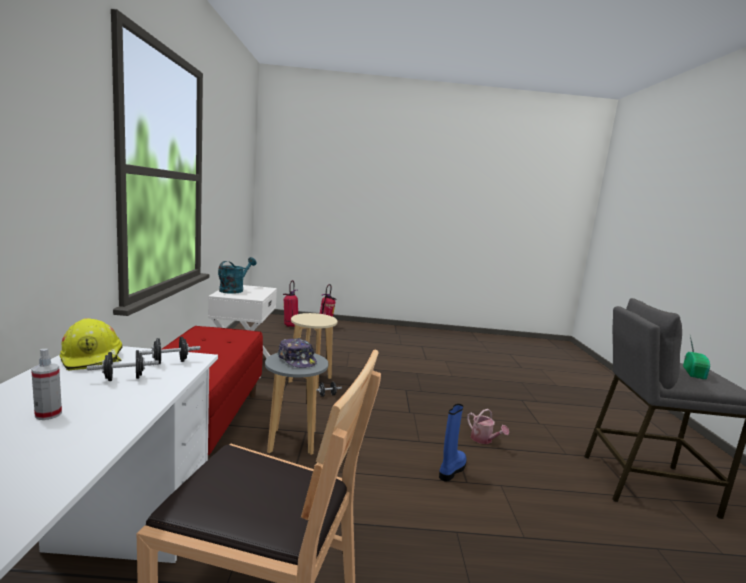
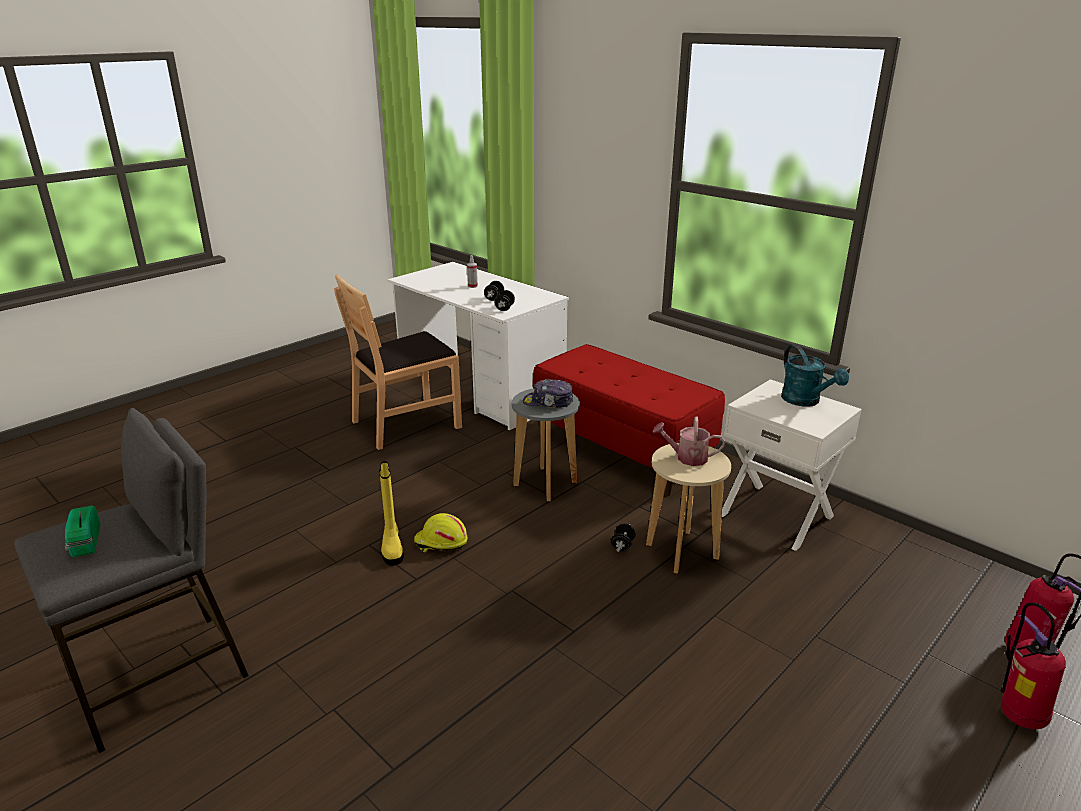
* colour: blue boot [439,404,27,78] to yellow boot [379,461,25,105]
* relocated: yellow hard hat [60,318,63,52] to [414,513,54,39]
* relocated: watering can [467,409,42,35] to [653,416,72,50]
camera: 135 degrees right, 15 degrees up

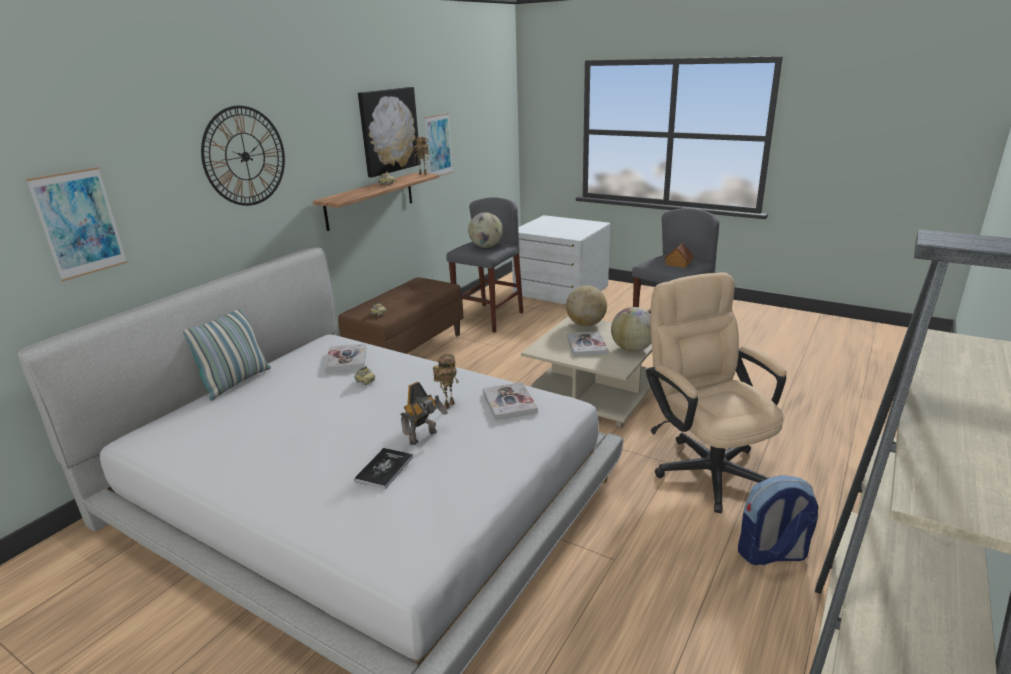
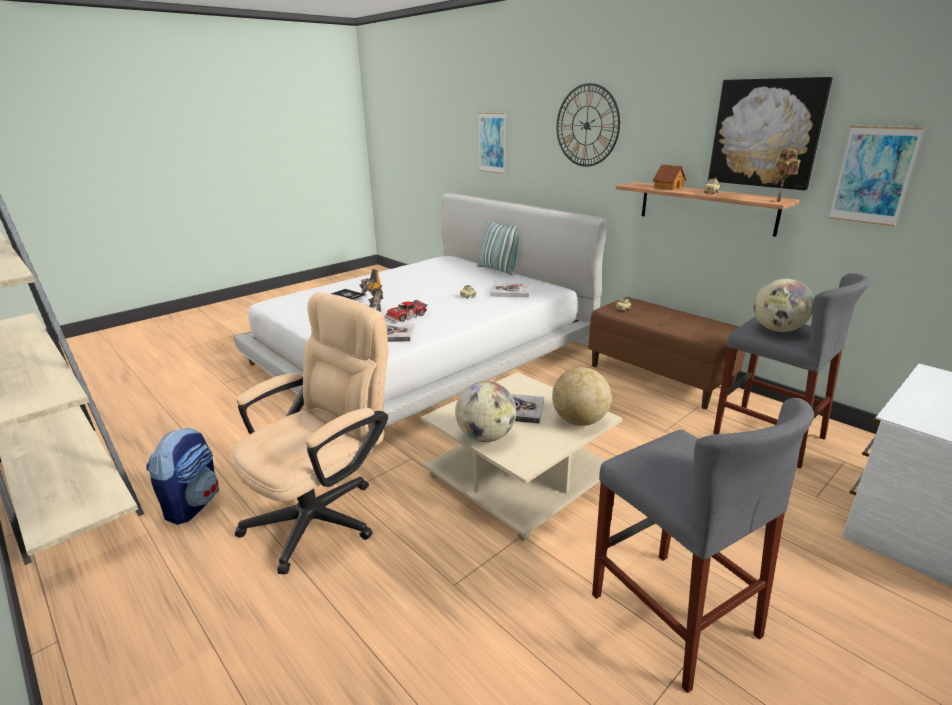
* spun: beige office chair [646,272,141,241] = [231,292,157,282] 45 degrees counterclockwise
* exchanged: toy robot [433,354,26,55] to toy car [385,300,43,23]
* relocated: toy house [664,243,30,25] to [653,164,33,26]
camera: 105 degrees right, 0 degrees up

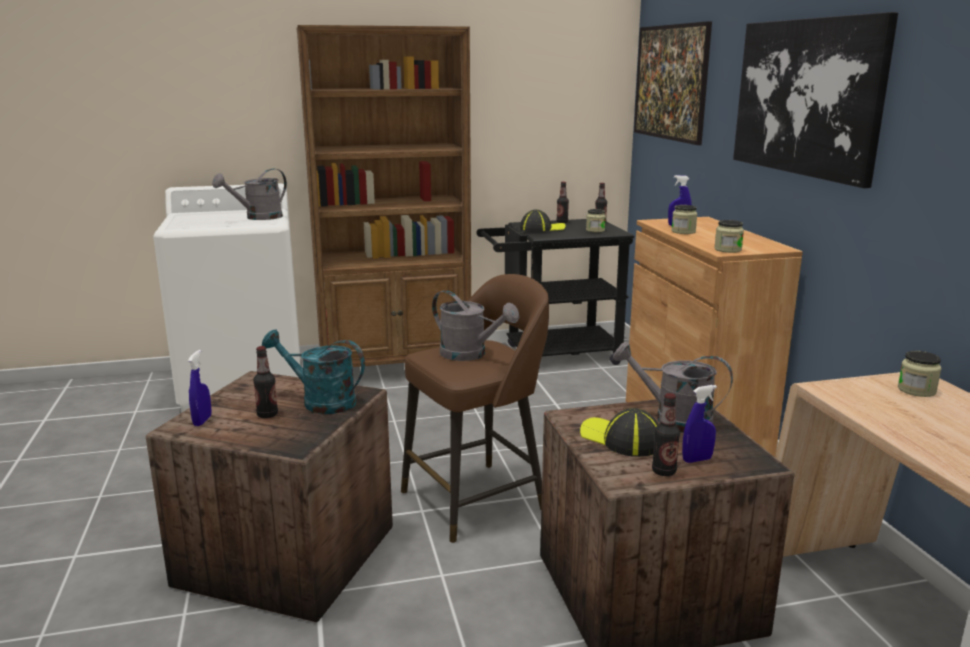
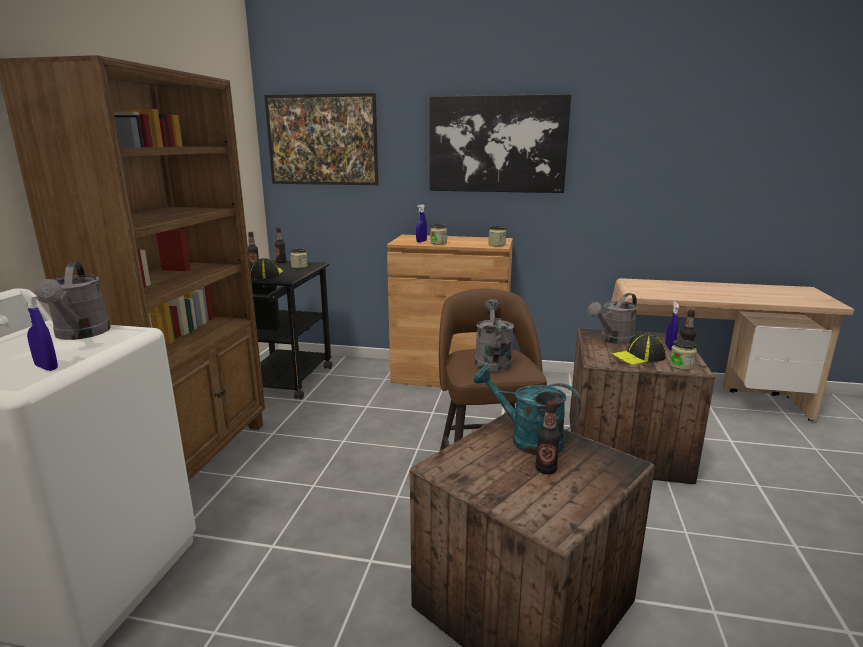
* relocated: blue spray bottle [188,350,23,76] to [20,290,38,81]
* spun: turquoise watering can [262,330,103,84] = [473,366,108,89] 75 degrees clockwise
* spun: grey watering can [432,290,87,71] = [475,299,39,73] 60 degrees counterclockwise
* relocated: jar [898,351,44,46] to [669,340,28,30]
camera: 65 degrees left, 0 degrees up

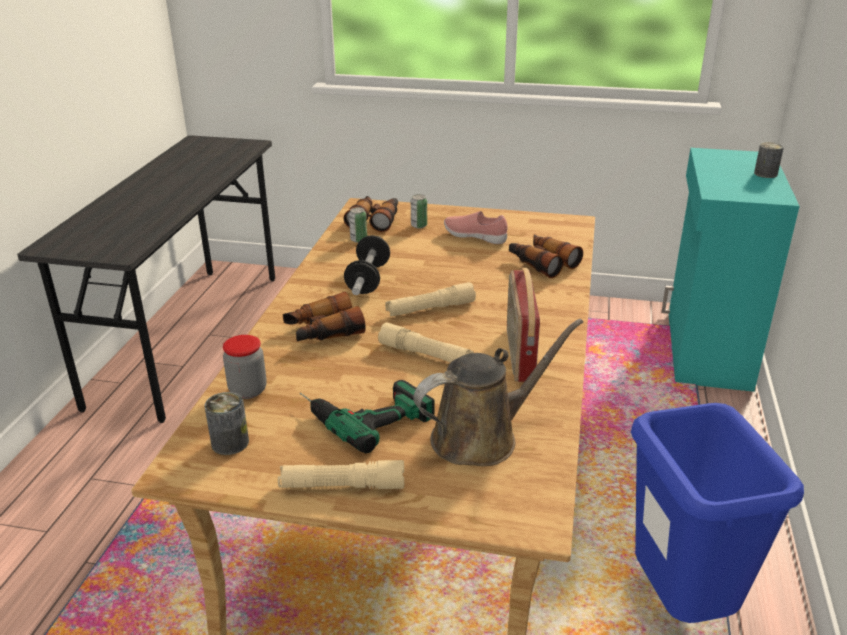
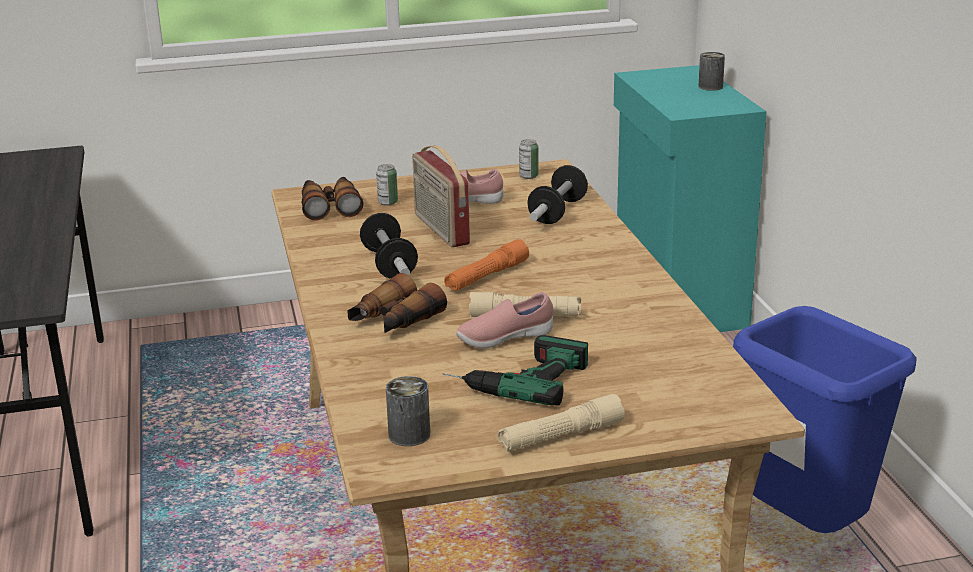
* relocated: radio [507,268,33,114] to [412,145,58,102]
* colour: beige flashlight [385,282,91,34] to orange flashlight [444,239,85,52]
* appeared: pink shoe [456,292,97,56]
* relocated: can [349,207,18,36] to [519,139,20,40]
* exchanged: binoculars [509,235,74,43] to dumbbell [527,165,61,59]
* missing: jar [223,335,44,64]
* missing: brown watering can [413,319,170,148]
camera: 25 degrees left, 5 degrees down

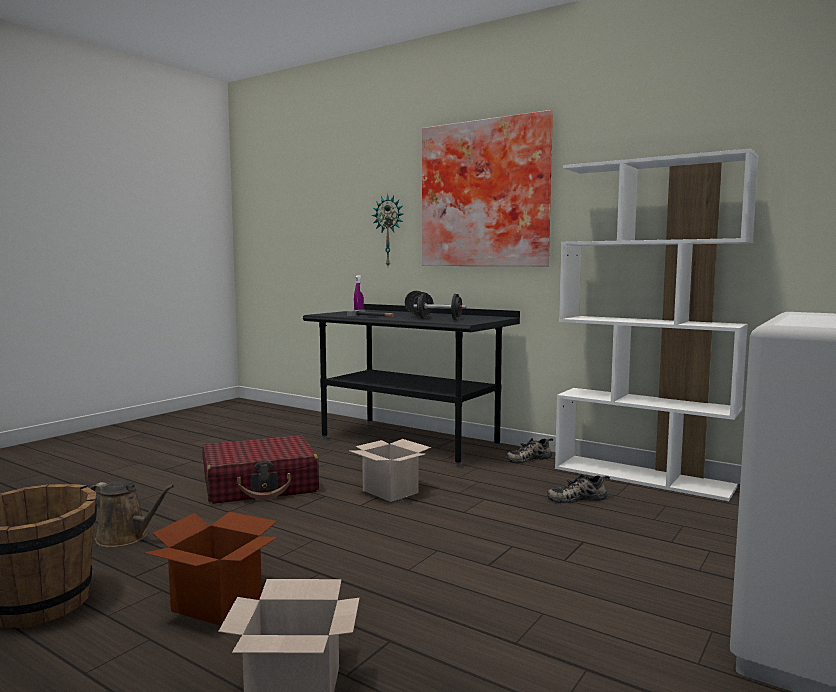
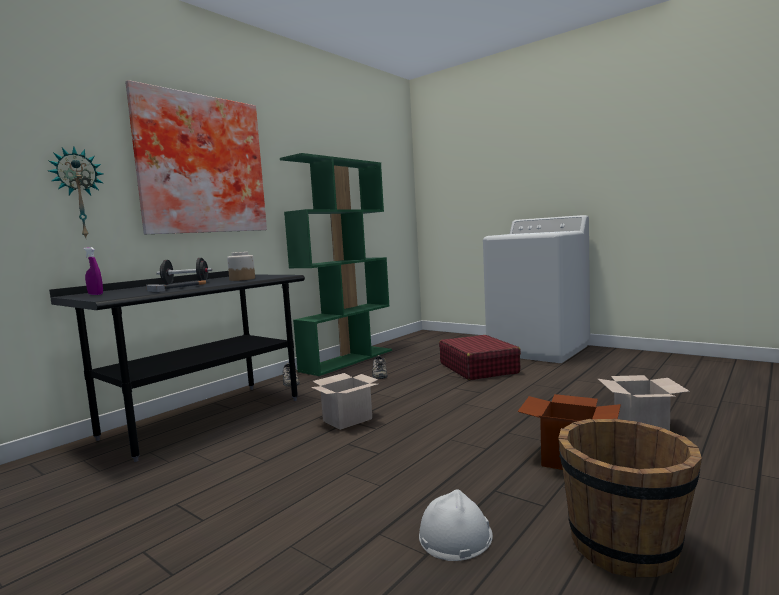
* exchanged: black dumbbell [413,293,53,27] to jar [227,252,28,29]
* colour: white bookcase [555,148,204,353] to green bookcase [280,153,112,223]
* exchanged: brown watering can [90,481,84,66] to white hard hat [419,489,74,72]
* relocated: red suitcase [202,435,117,69] to [439,335,82,45]
camera: 85 degrees left, 0 degrees up

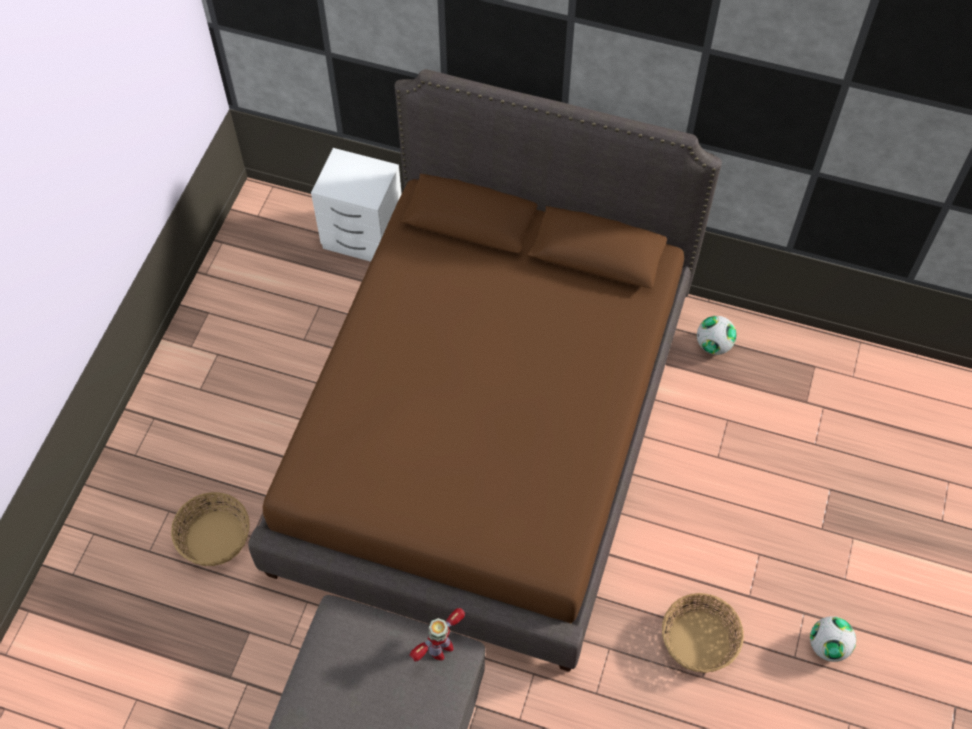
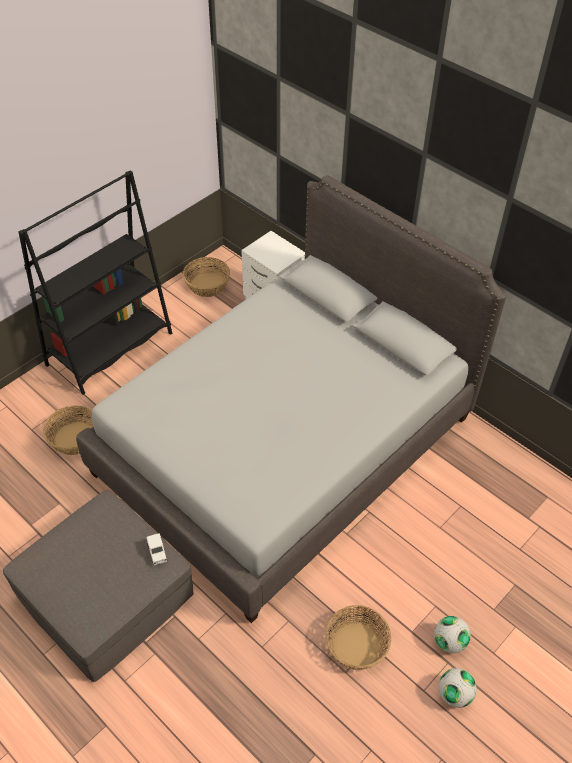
* appeared: black bookcase [19,171,153,224]
* colour: brown bed [248,69,474,603] to grey bed [76,175,431,448]
* exchanged: toy robot [409,608,56,54] to white toy car [146,533,21,32]
* appeared: basket [183,257,47,40]
* relocated: football [697,316,39,39] to [434,616,37,37]
camera: 25 degrees right, 10 degrees down

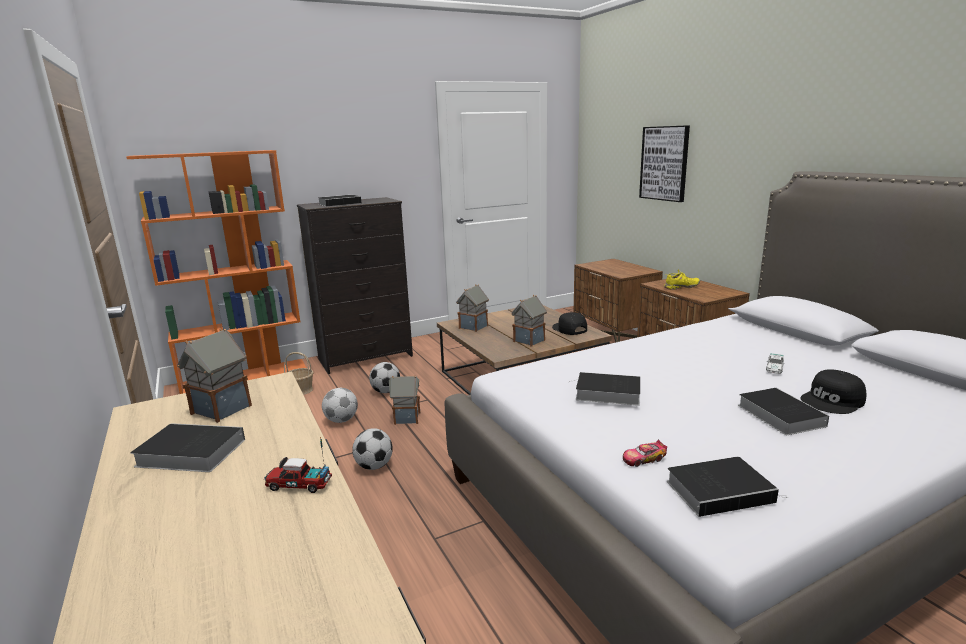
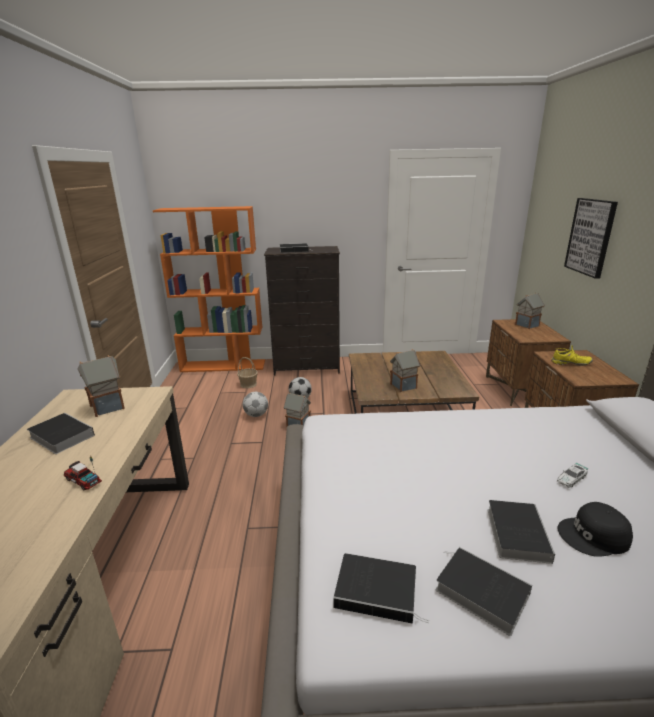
* relocated: book [569,372,71,34] to [436,547,96,89]
* relocated: toy house [456,285,33,47] to [515,293,30,36]
* missing: football [352,428,41,42]
* missing: black cap [552,312,35,23]
* missing: toy car [623,440,44,27]
camera: 25 degrees right, 5 degrees up

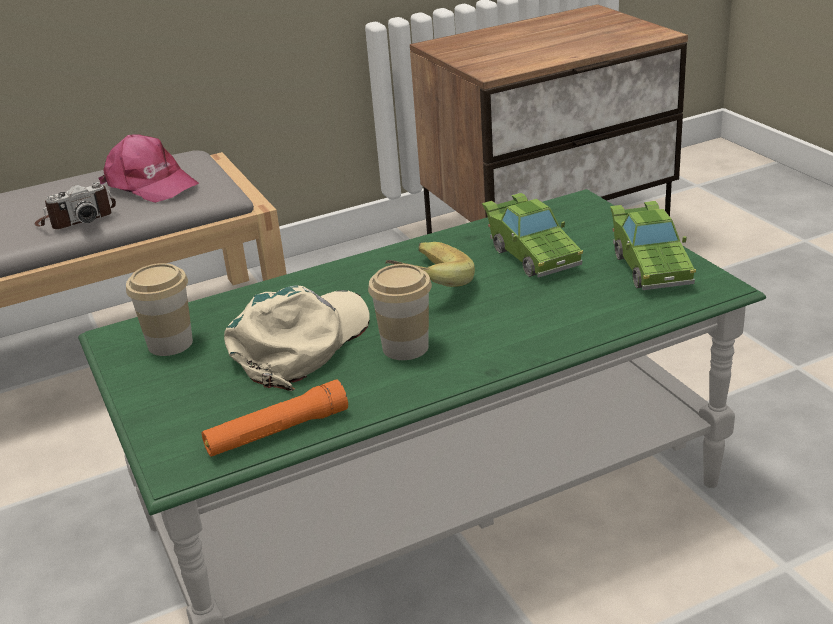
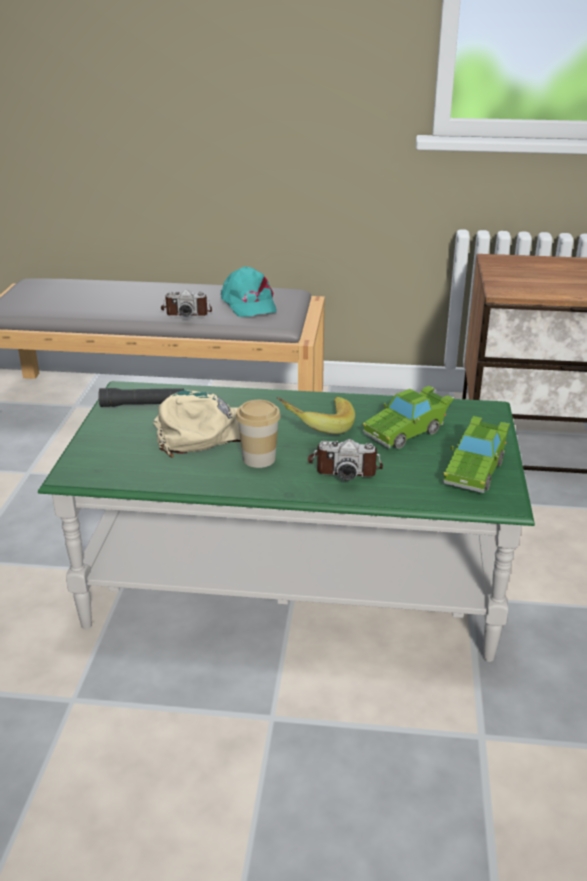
* exchanged: cup [126,263,67,93] to black flashlight [98,388,86,19]
* colour: pink cap [99,134,100,69] to turquoise cap [221,266,55,51]
* appeared: photo camera [308,439,75,41]
* spun: green toy car [482,193,101,85] = [363,386,91,63] 45 degrees clockwise
* missing: orange flashlight [202,380,146,77]
camera: 30 degrees right, 0 degrees up

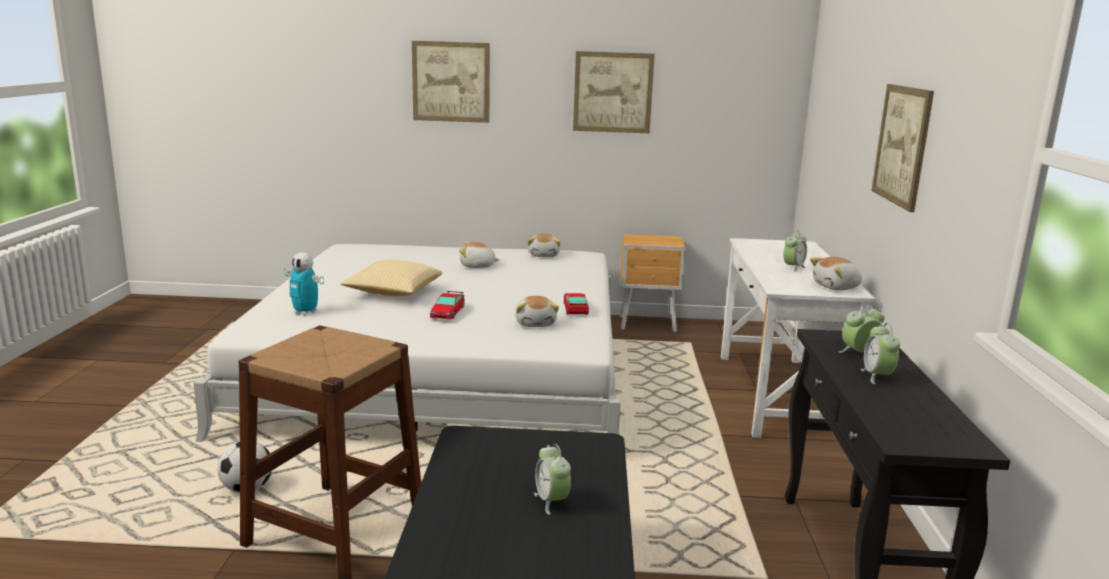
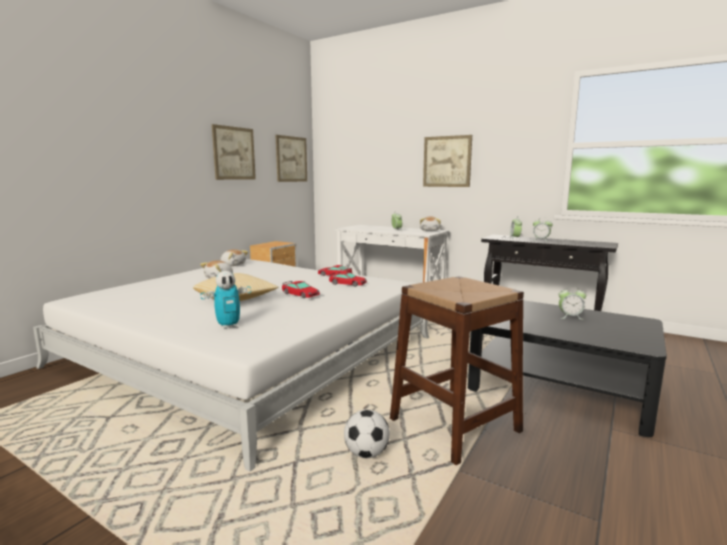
* relocated: picture [412,41,78,82] to [276,135,31,47]
* exchanged: plush toy [515,296,44,31] to toy car [329,272,38,15]
camera: 60 degrees left, 5 degrees down

